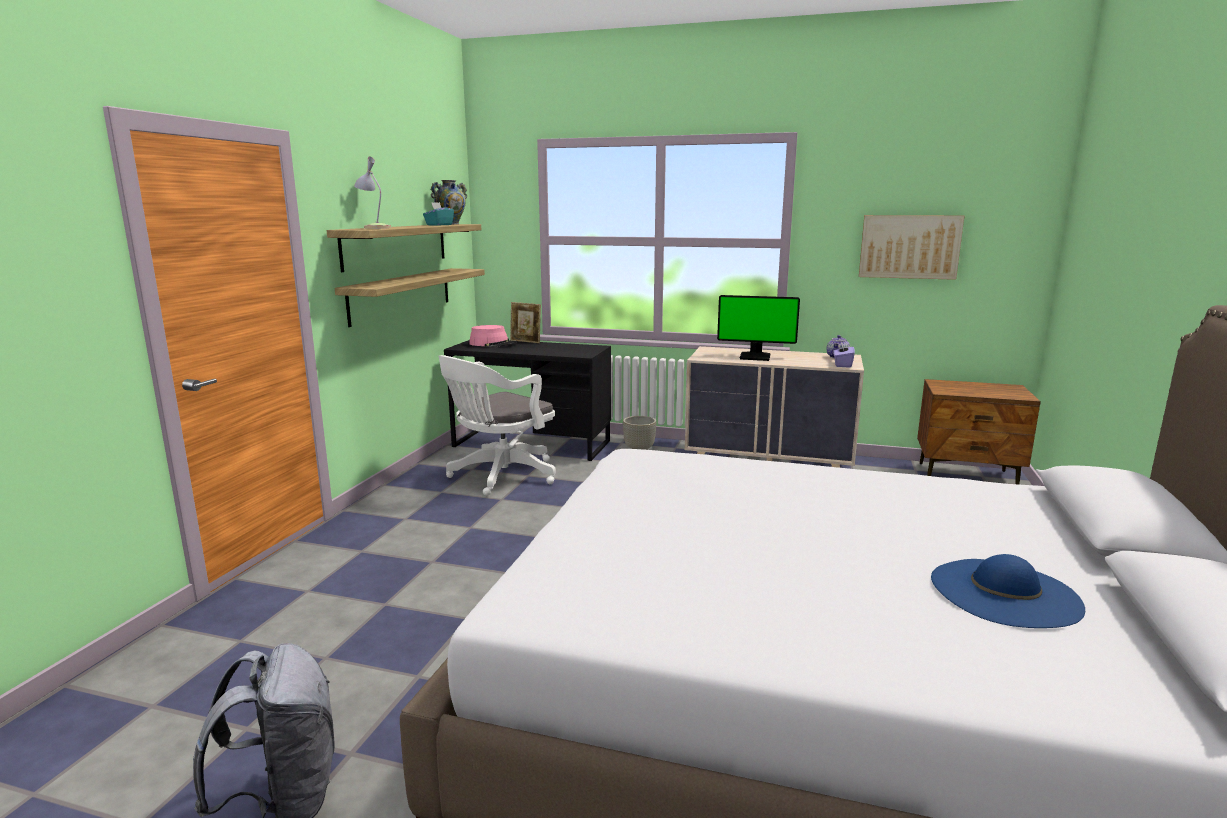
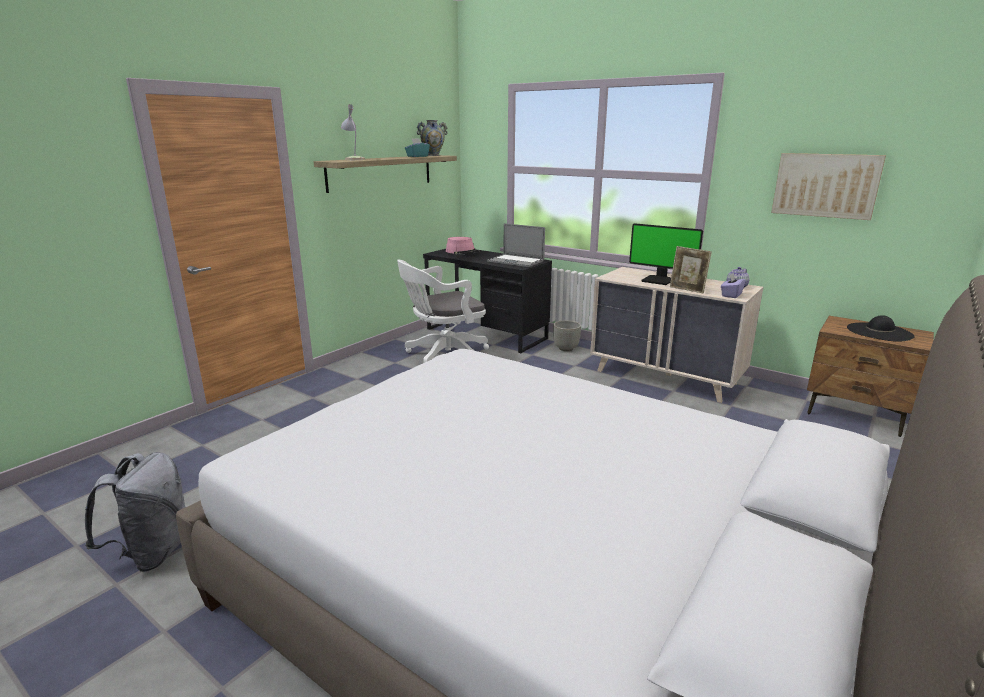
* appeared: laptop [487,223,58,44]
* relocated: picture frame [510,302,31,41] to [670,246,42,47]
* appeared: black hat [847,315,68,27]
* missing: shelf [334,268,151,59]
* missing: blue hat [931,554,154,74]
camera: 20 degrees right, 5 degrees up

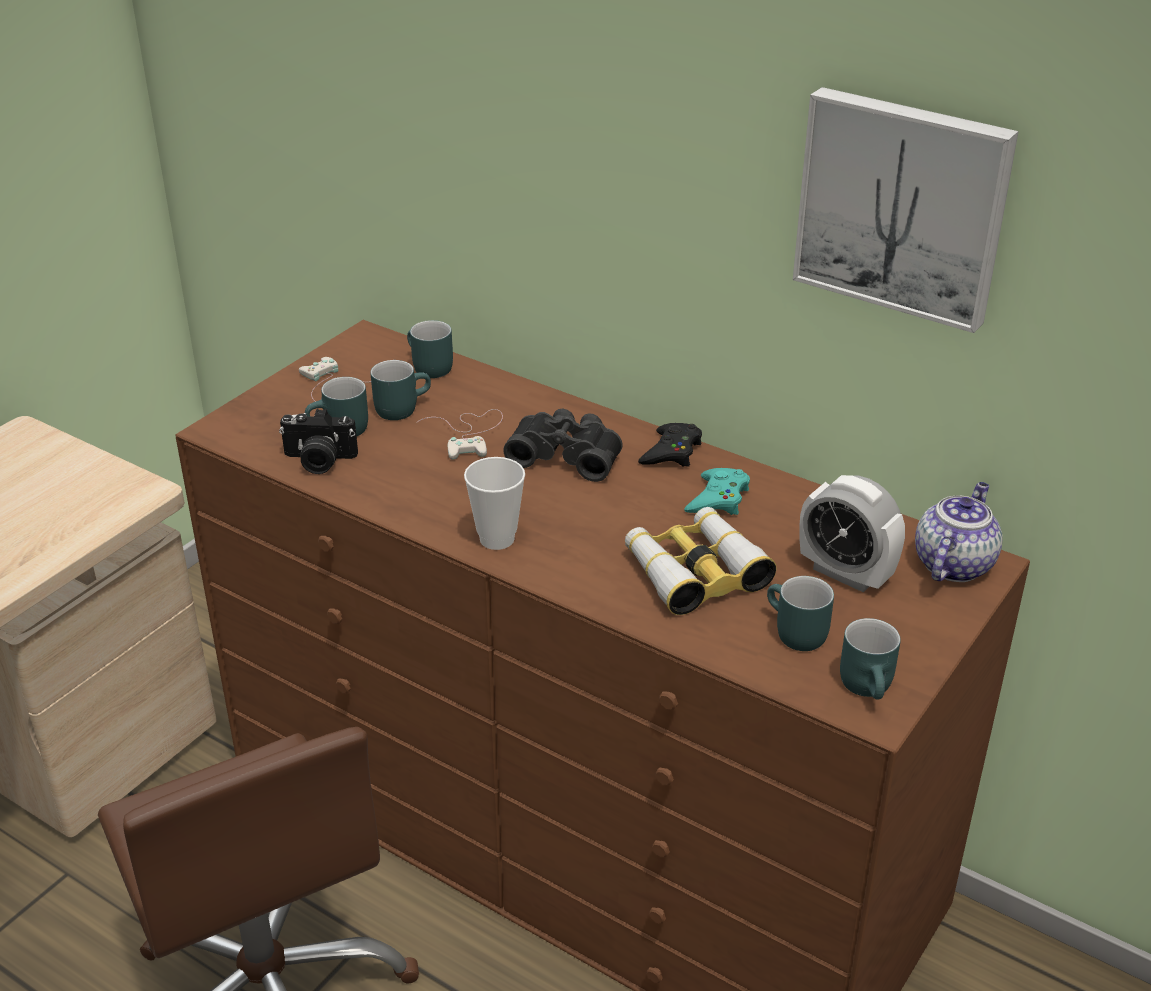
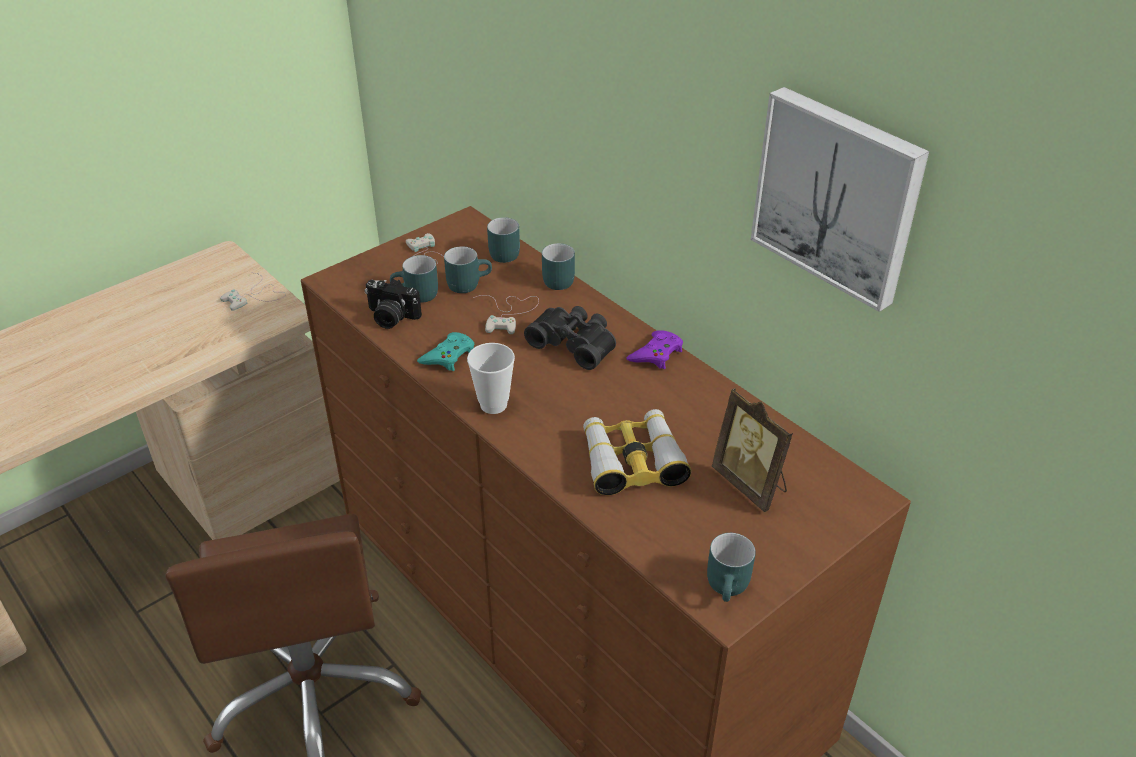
* appeared: white game controller [220,273,66,38]
* relocated: turquoise game controller [684,468,66,47] to [417,332,57,39]
* relocated: turquoise mug [767,576,67,75] to [542,243,33,47]
* colour: black game controller [638,423,64,44] to purple game controller [626,330,57,39]
* exchanged: alarm clock [799,475,106,118] to picture frame [711,388,82,124]
* missing: teapot [915,482,87,100]
camera: 15 degrees right, 5 degrees up

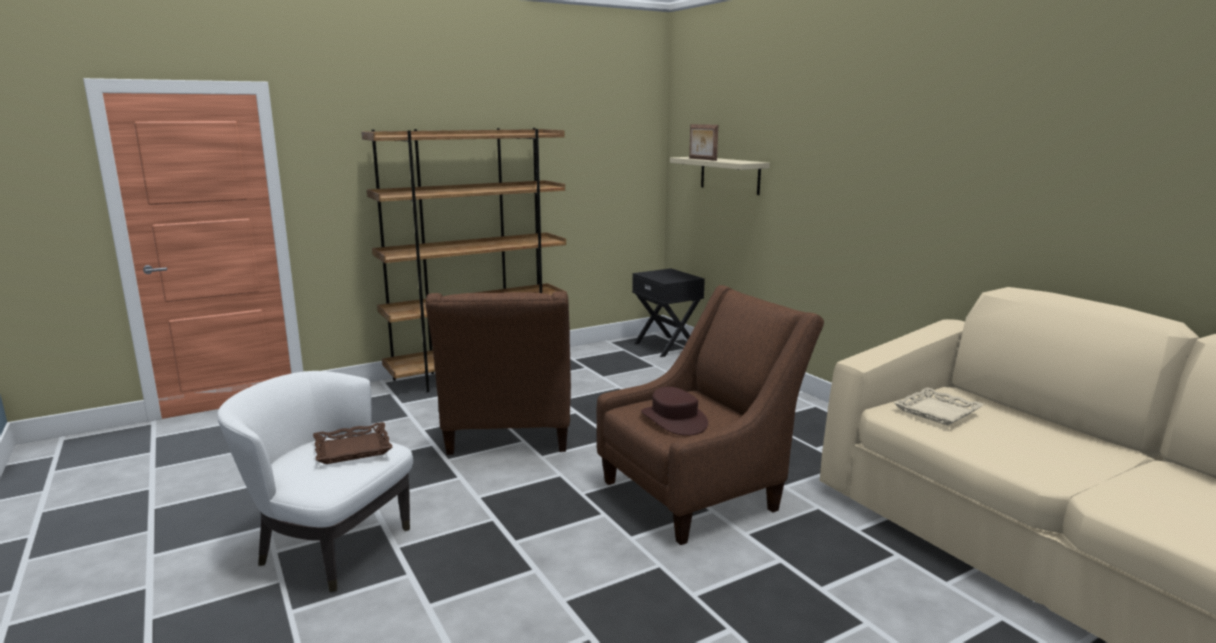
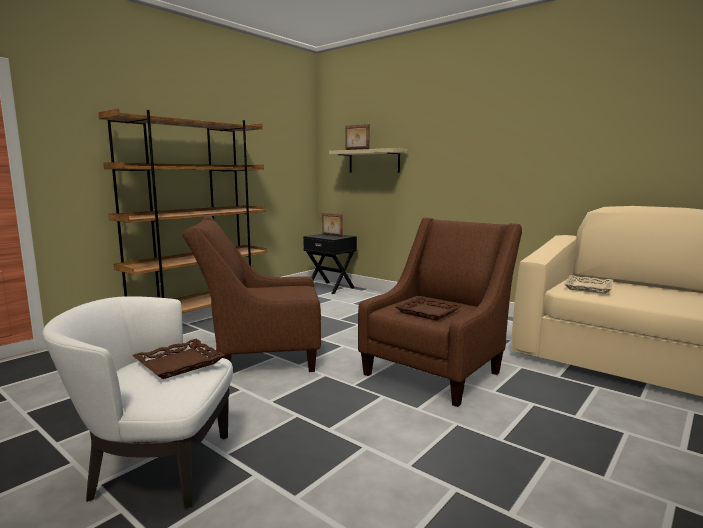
* spun: brown armchair [426,291,145,164] = [182,217,139,155] 105 degrees clockwise
* appeared: picture frame [322,213,21,24]
* exchanged: brown hat [641,387,67,49] to brown tray [395,297,67,24]
camera: 20 degrees left, 5 degrees down

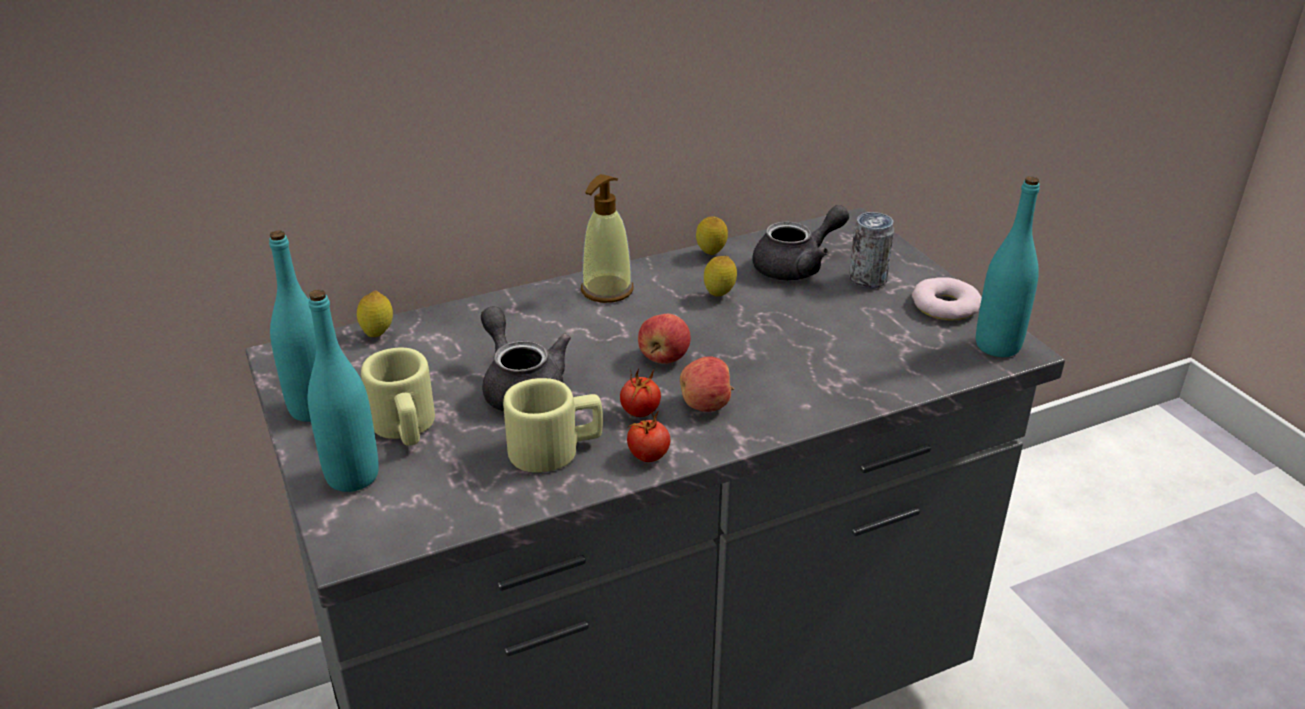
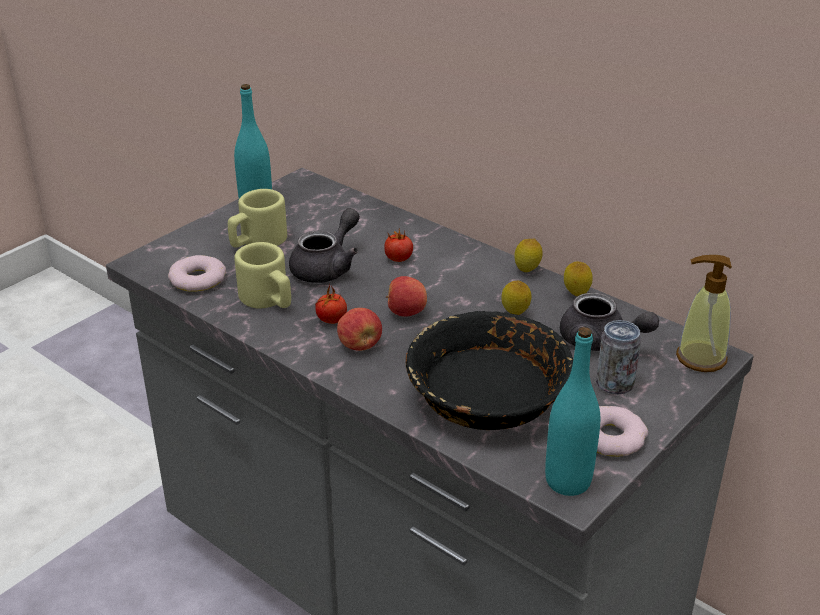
* appeared: donut [168,255,58,37]
* relocated: tomato [627,410,43,52] to [384,228,29,34]
* appeared: black bowl [406,311,167,119]
* relocated: lemon [357,291,36,46] to [515,239,28,33]
* relocated: soap dispenser [581,174,53,129] to [676,255,56,117]
* missing: turquoise bottle [308,290,71,202]
camera: 65 degrees right, 0 degrees up

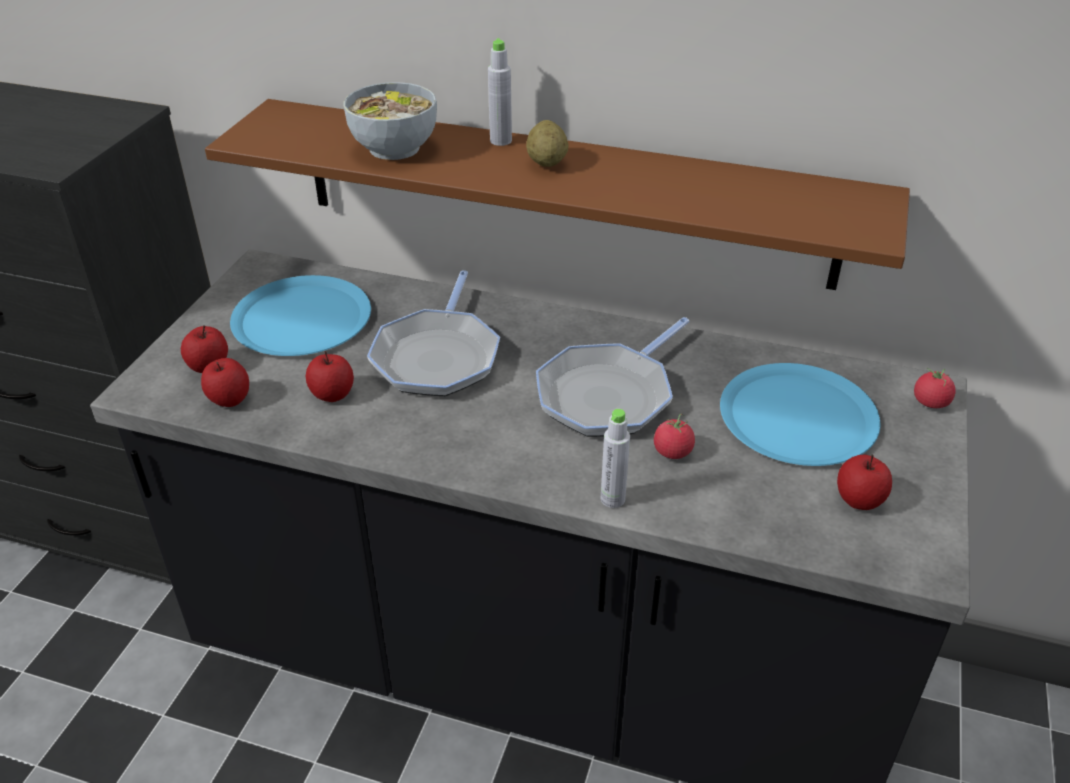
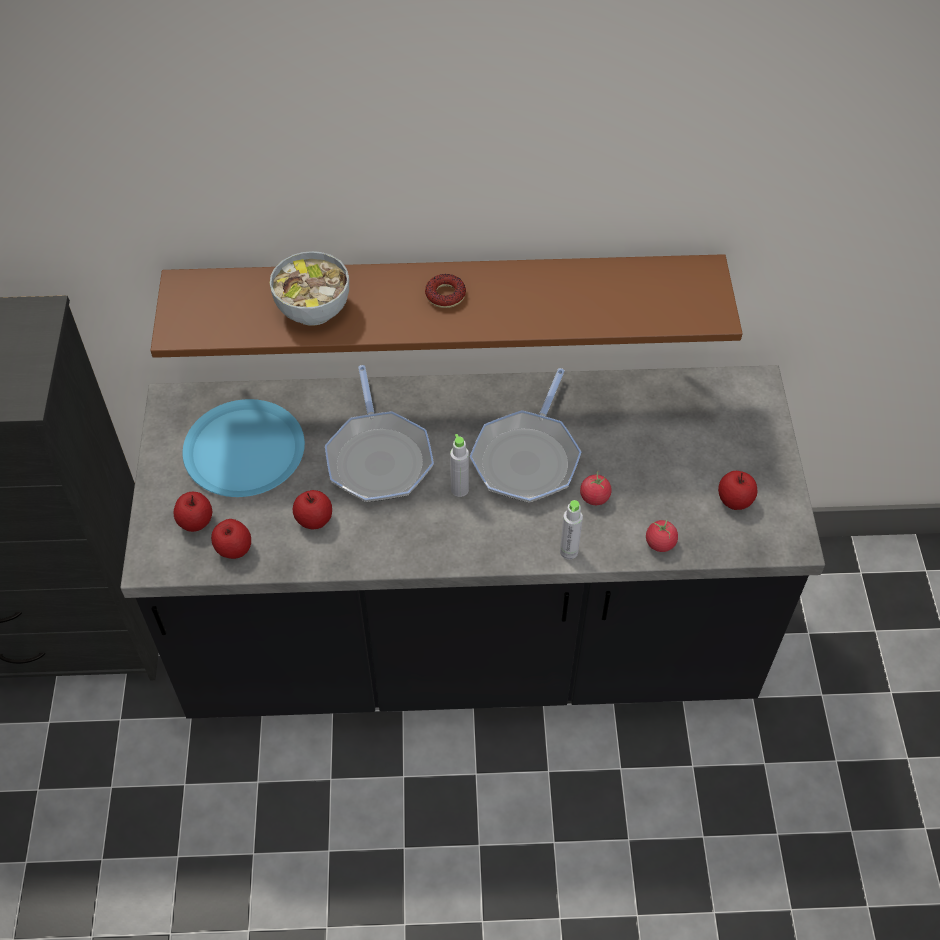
* exchanged: potato [526,120,42,47] to donut [425,274,41,34]
* relocated: grey bottle [488,38,24,108] to [450,434,19,63]
* relocated: tomato [914,368,42,40] to [646,520,32,32]
* missing: blue plate [720,363,160,103]
camera: 20 degrees left, 15 degrees up

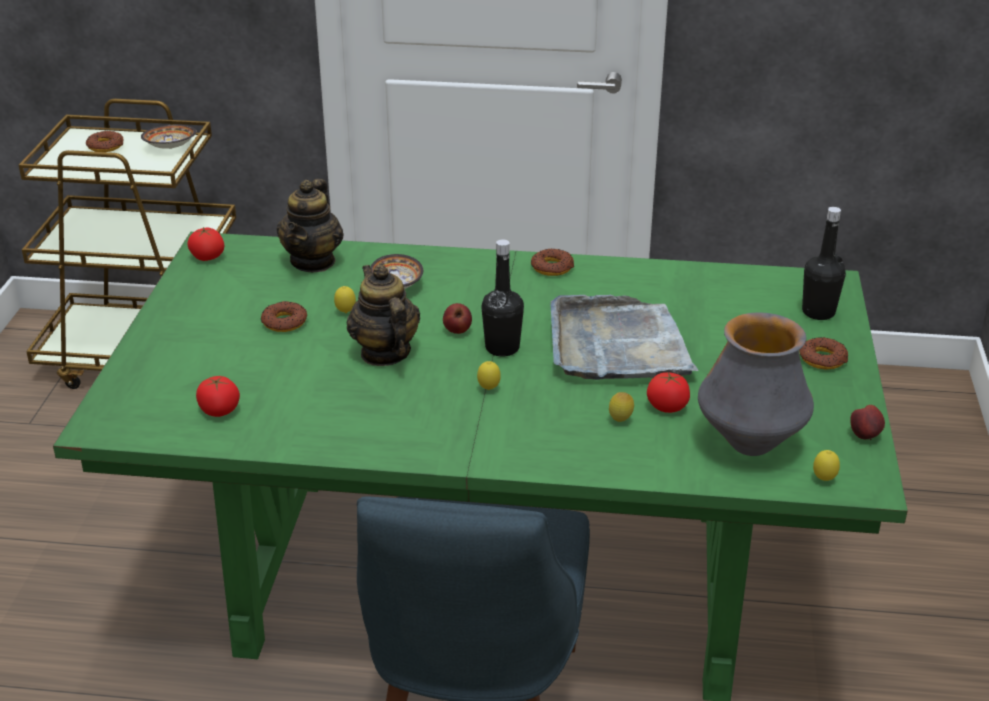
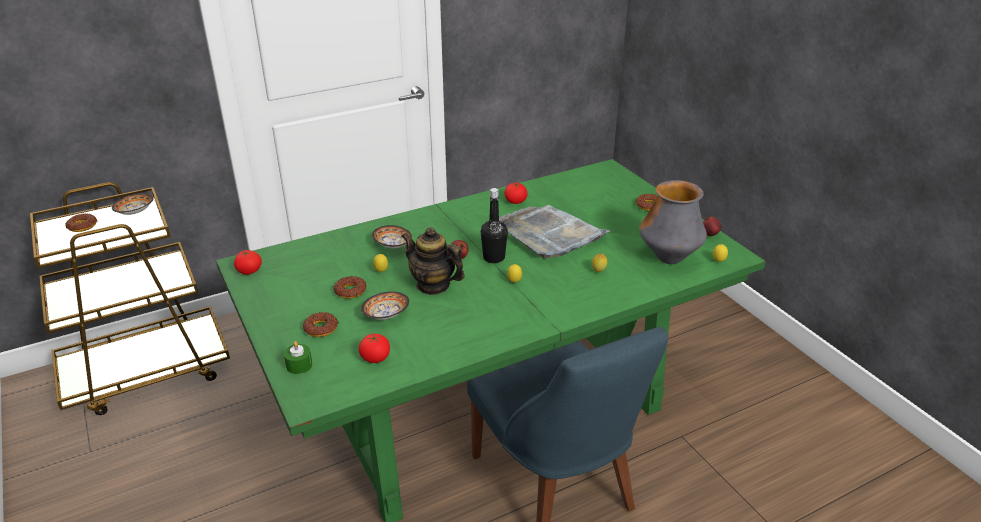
* appeared: green candle [284,341,28,33]
* relocated: donut [531,249,43,27] to [303,312,35,25]
* appeared: bowl [361,292,48,28]
* relocated: tomato [647,372,43,41] to [504,183,24,21]
* missing: teapot [277,179,67,93]
* missing: black bottle [802,207,44,113]
camera: 35 degrees left, 0 degrees up

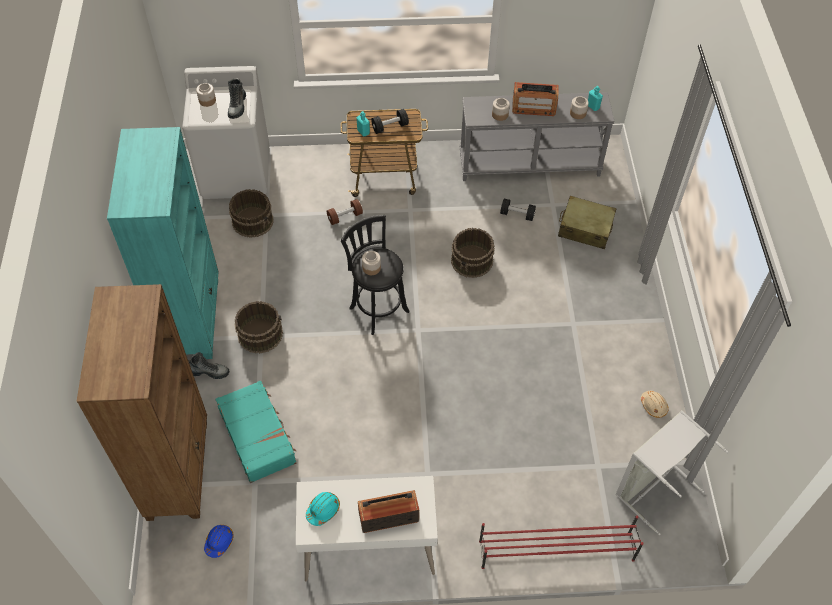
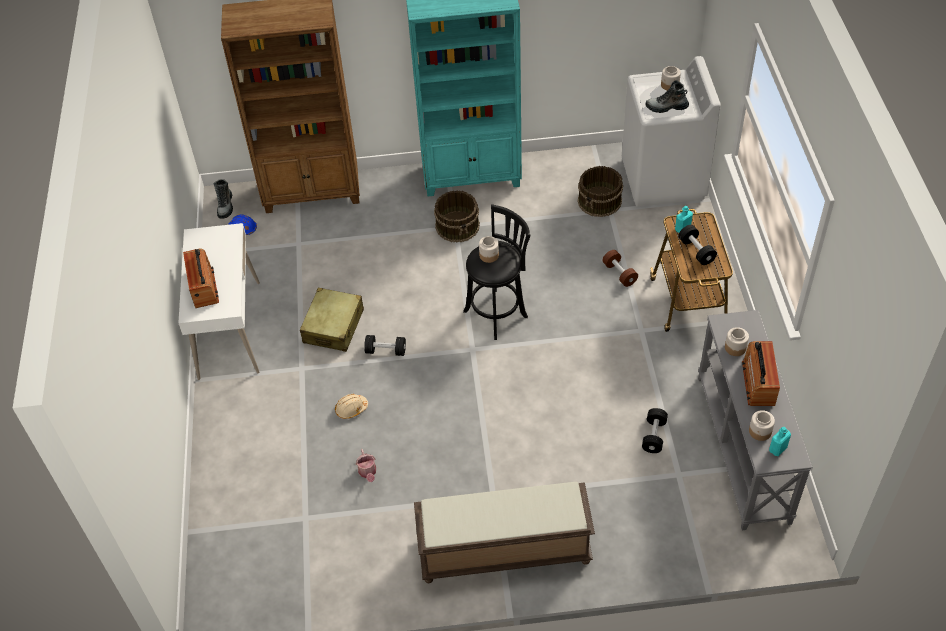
* relocated: boot [189,352,40,27] to [213,179,20,40]
* relocated: beige suitcase [558,196,58,53] to [300,288,64,64]
* relocated: beige hard hat [641,391,27,27] to [335,394,33,25]
* appeared: watering can [356,449,20,33]
* appeared: black dumbbell [364,335,42,21]
* appeared: brown bench [414,482,181,101]
* missing: turquoise suitcase [216,381,80,102]
* missing: turquoise hard hat [306,492,34,34]
* missing: brown bucket [451,228,44,50]
* missing: red shoe rack [479,516,165,53]
* missing: grey laundry basket [615,410,114,125]
camera: 90 degrees right, 5 degrees down

